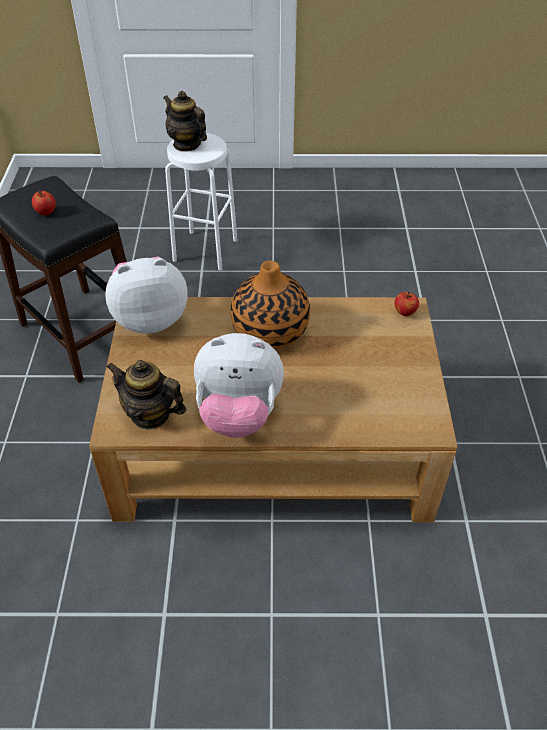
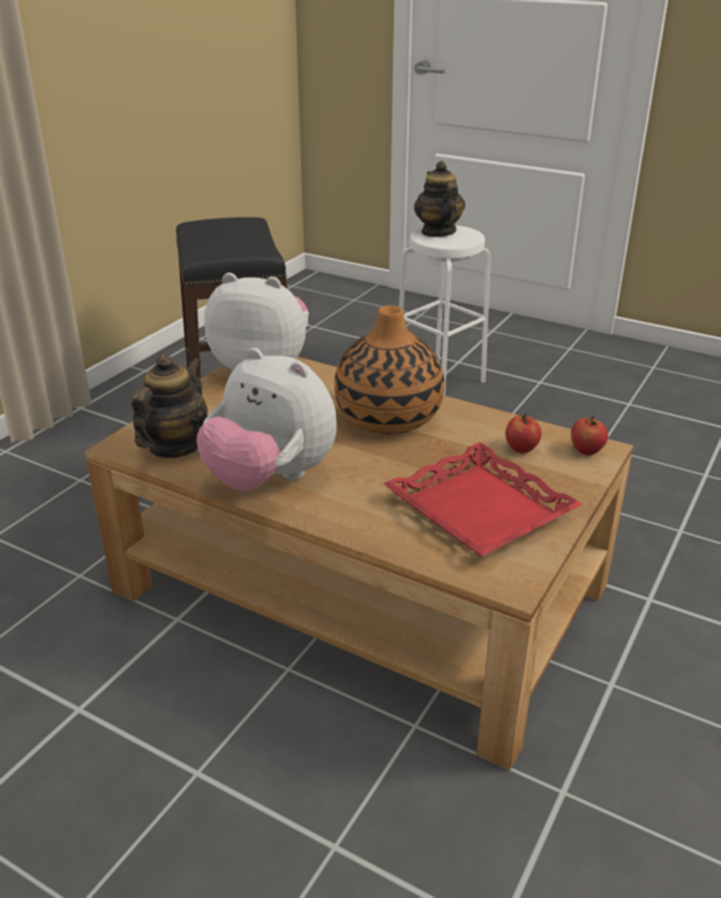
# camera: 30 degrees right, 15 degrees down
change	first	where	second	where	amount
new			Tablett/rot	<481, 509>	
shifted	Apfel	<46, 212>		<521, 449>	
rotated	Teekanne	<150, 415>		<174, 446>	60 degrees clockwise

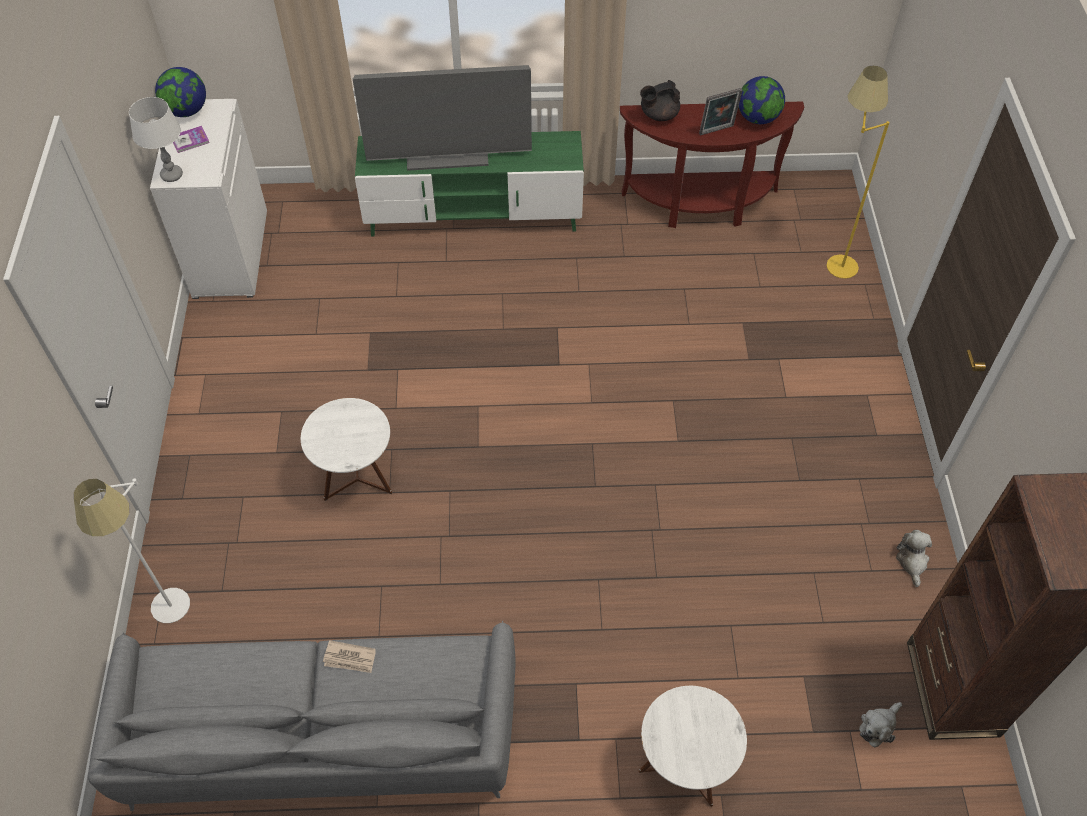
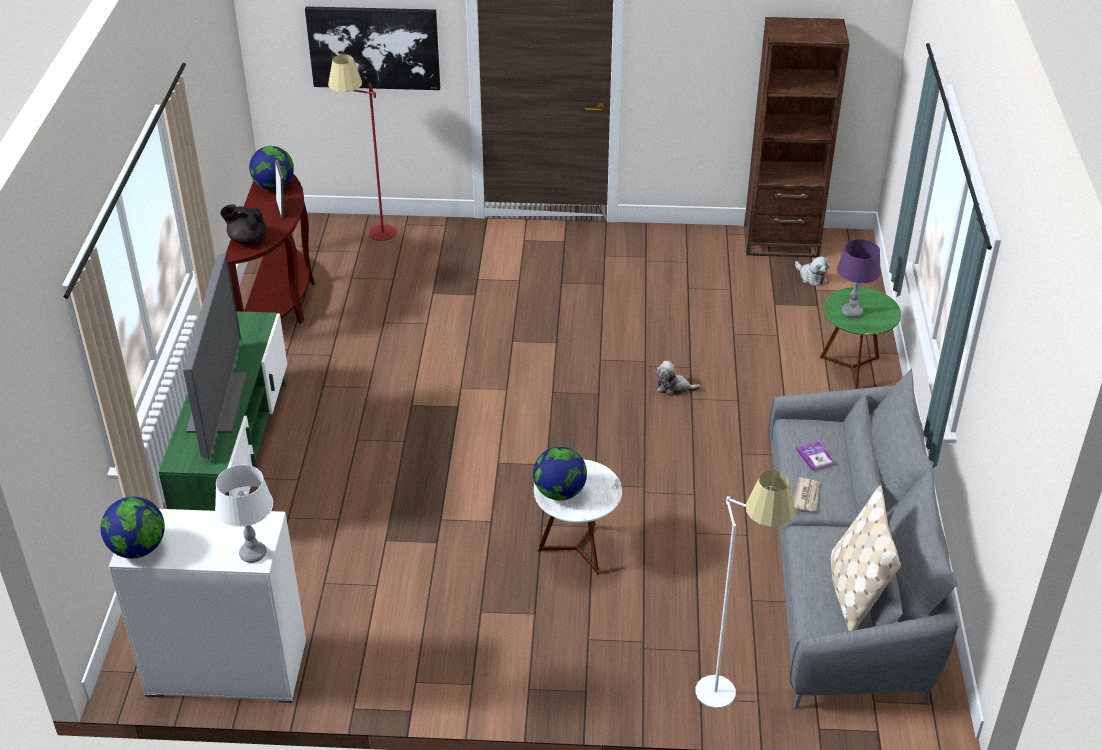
# camera: 85 degrees left, 15 degrees down
change	first	where	second	where	amount
new			Bild	<374, 47>	
new			Globus	<560, 492>	
new			Kissen/beige	<855, 592>	
new			Tischlampe/lila	<851, 312>	
shifted	Buch	<190, 140>		<815, 457>	
shifted	Plüschtier	<912, 561>		<674, 388>	
repainted	Beistelltisch/weiß	<683, 769>	Beistelltisch/grün	<852, 368>	
repainted	Stehlampe/gelb	<831, 258>	Stehlampe/rot	<371, 237>	
rotated	Teekanne/schwarz	<658, 115>		<247, 239>	120 degrees clockwise

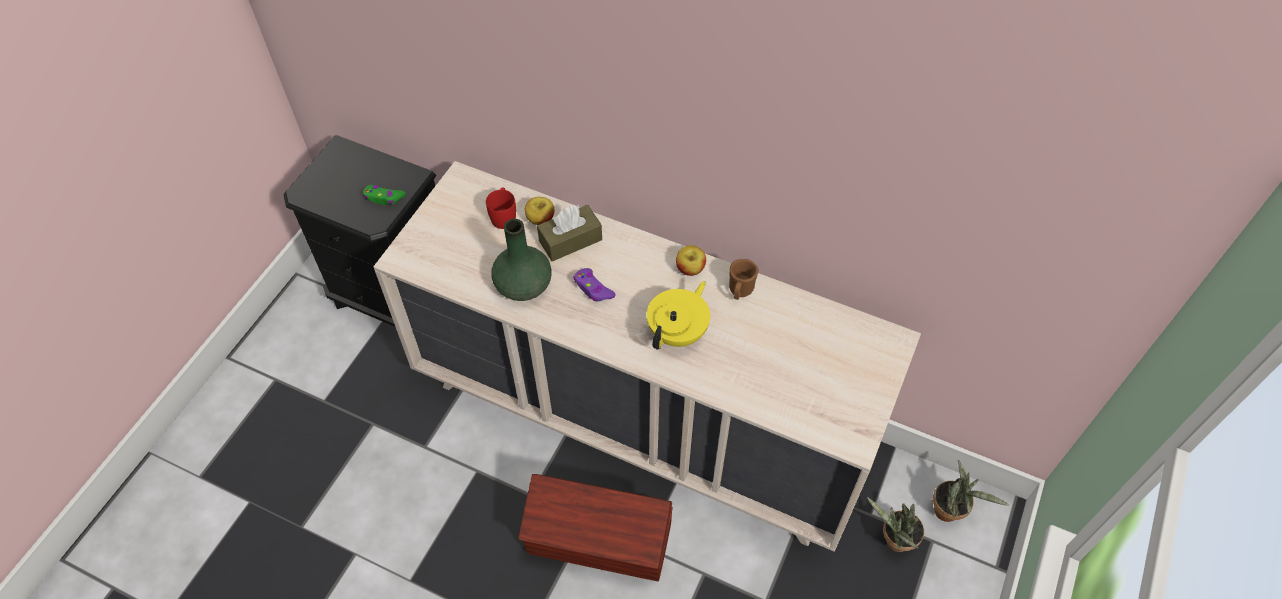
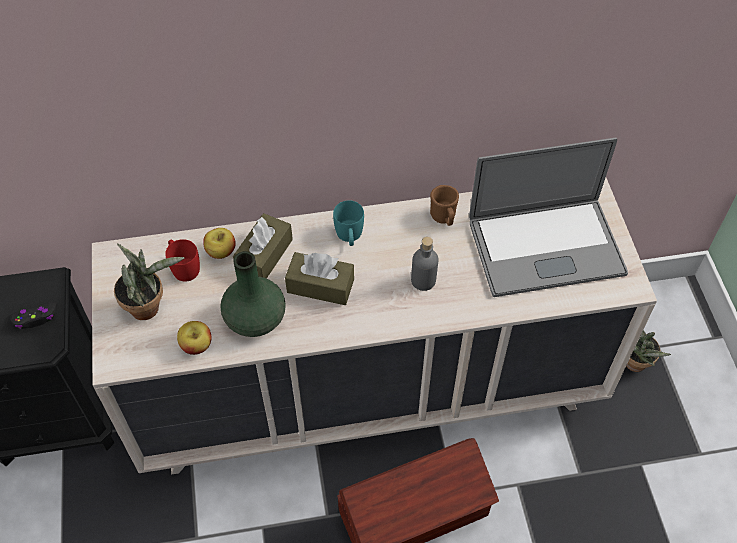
# camera: 35 degrees left, 0 degrees up
change	first	where	second	where	amount
new			Henkelbecher/türkis	<349, 237>	
new			Laptop	<545, 247>	
shifted	Apfel	<690, 269>		<196, 345>	
shifted	Topfpflanze	<950, 511>		<149, 306>	
swapped	Gamepad/lila	<593, 289>	Taschentuchbox/braun	<320, 286>	
swapped	Teekanne/gelb	<678, 332>	Flasche/grau	<423, 280>	
repainted	Gamepad/grün	<384, 198>	Gamepad/schwarz	<36, 318>	

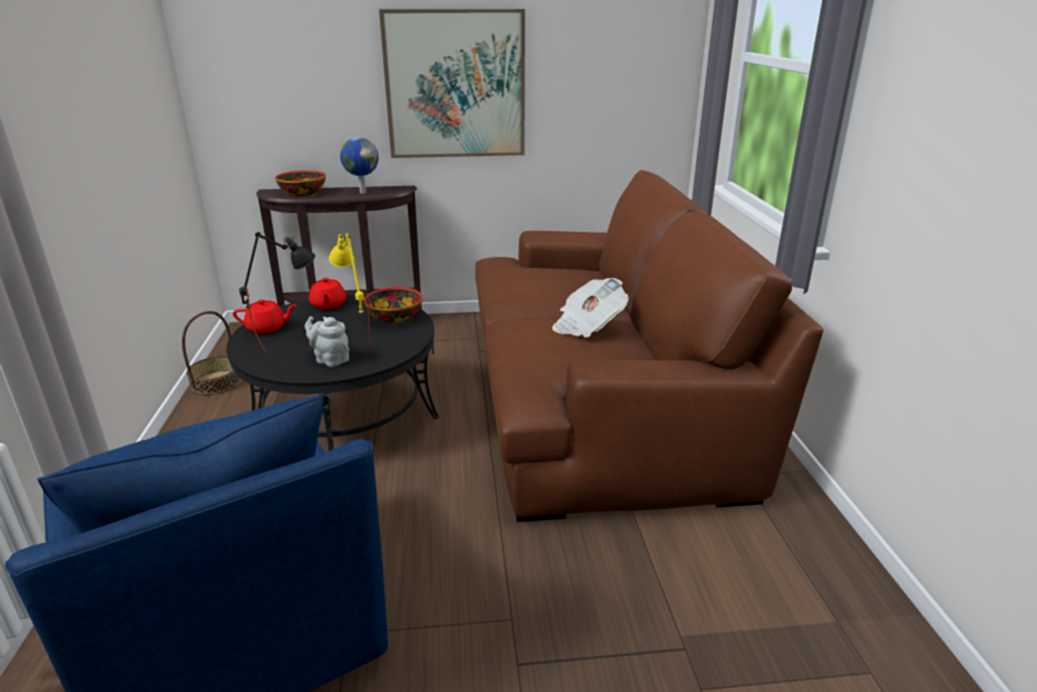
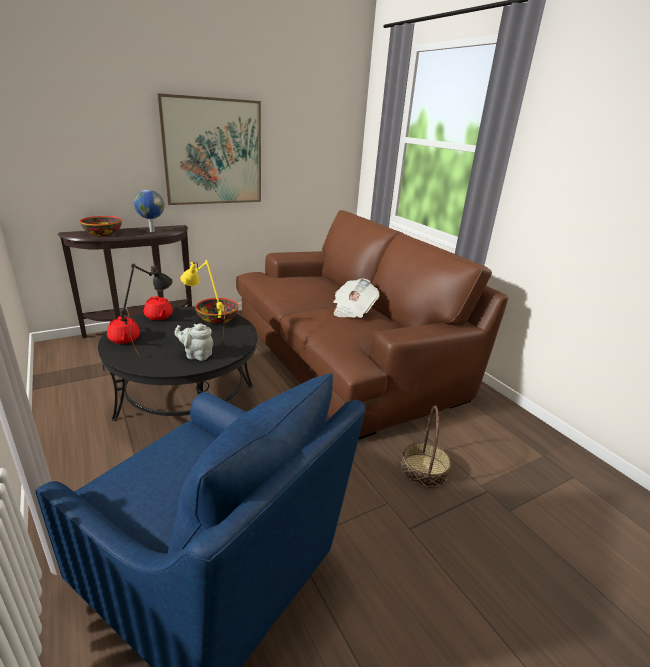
# camera: 25 degrees left, 0 degrees up
change	first	where	second	where	amount
shifted	Korb	<216, 382>		<424, 470>	
rotated	Teekanne/rot	<267, 328>		<124, 339>	90 degrees clockwise

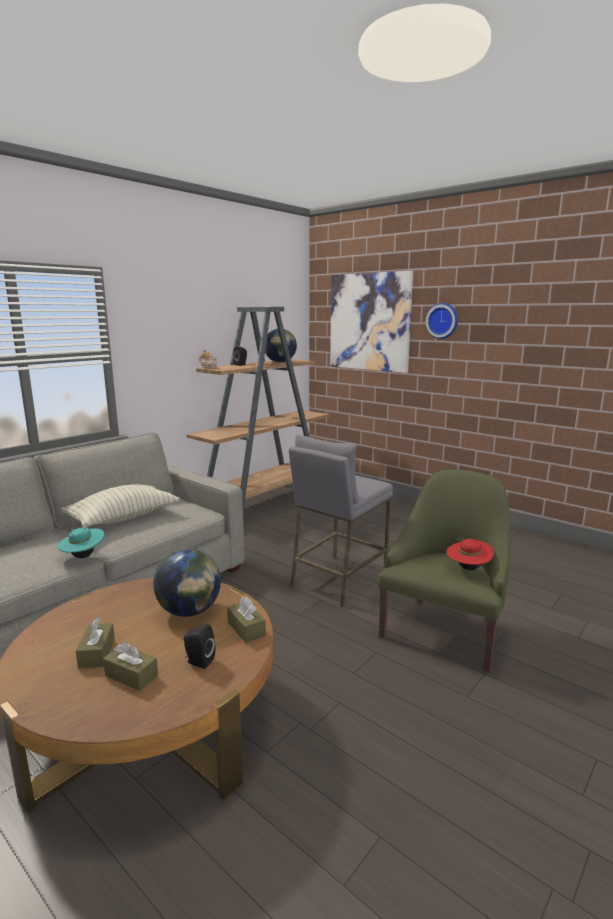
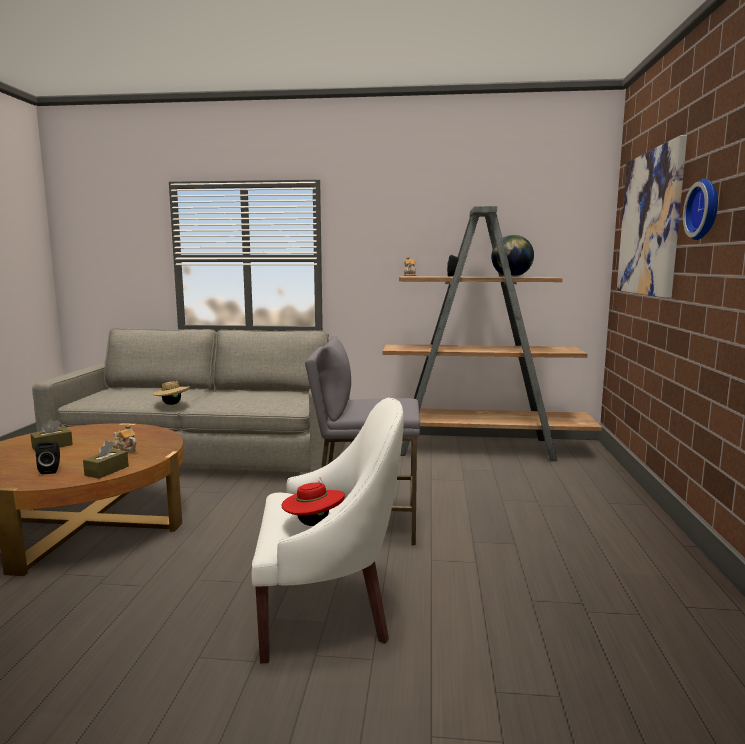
# camera: 55 degrees right, 5 degrees down
change	first	where	second	where	amount
gone	Kissen	<123, 518>			
gone	Taschentuchbox/braun	<131, 676>			
swapped	Globus	<189, 611>	Teekanne	<124, 450>	
repainted	Hut/türkis	<83, 556>	Hut/beige	<172, 404>	
repainted	Sessel/grün	<444, 630>	Sessel/weiß	<328, 610>	

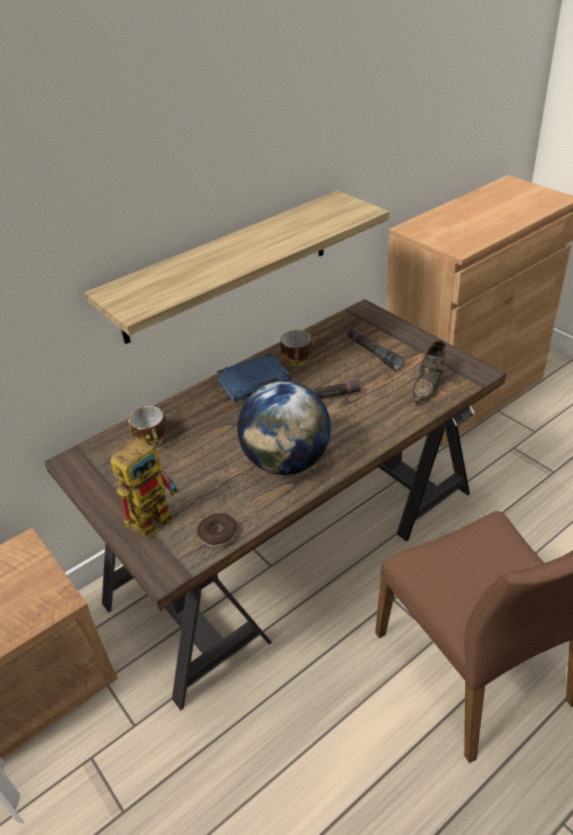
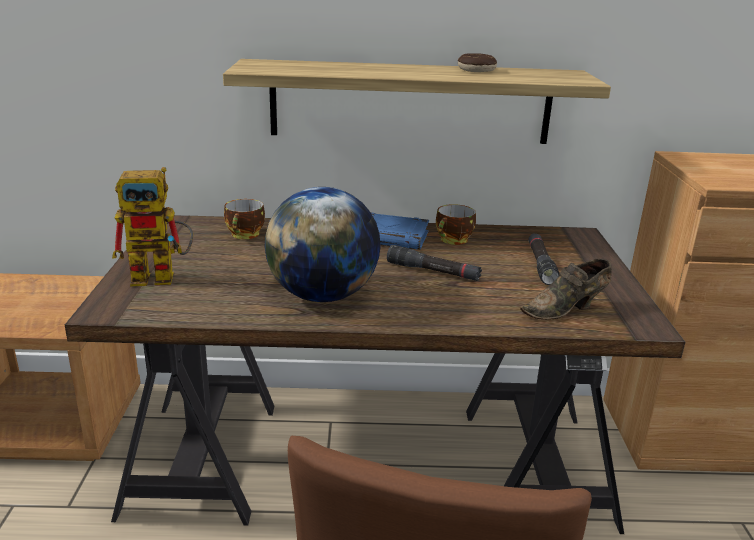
# camera: 35 degrees right, 15 degrees down
change	first	where	second	where	amount
shifted	Donut	<218, 534>		<476, 70>	

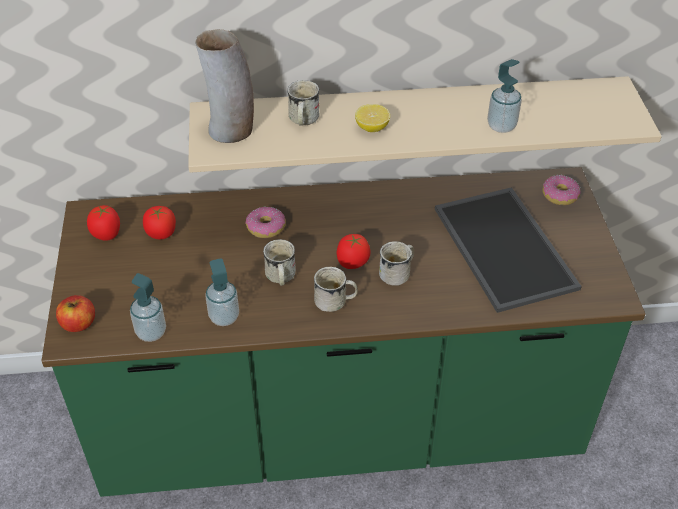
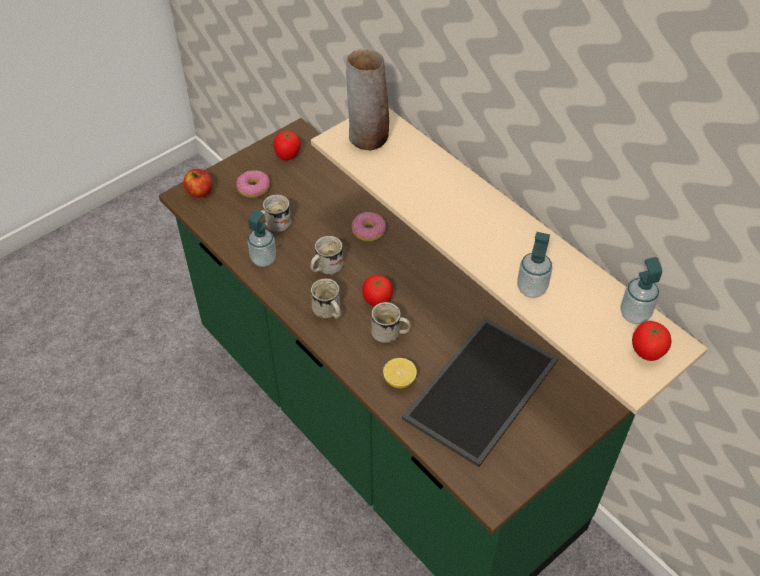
# camera: 55 degrees right, 5 degrees up
change	first	where	second	where	amount
shifted	Seifenspender	<151, 332>		<634, 314>	
shifted	Tomate	<161, 234>		<646, 351>	
shifted	Henkelbecher/weiß	<302, 120>		<274, 225>	
shifted	Zitrone	<372, 128>		<399, 380>	
shifted	Donut	<560, 195>		<253, 188>	

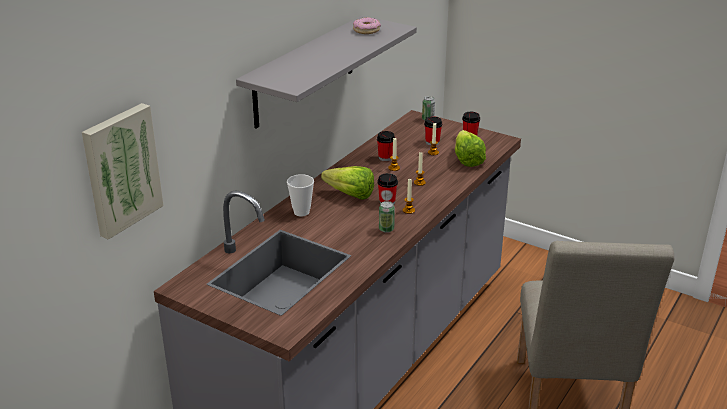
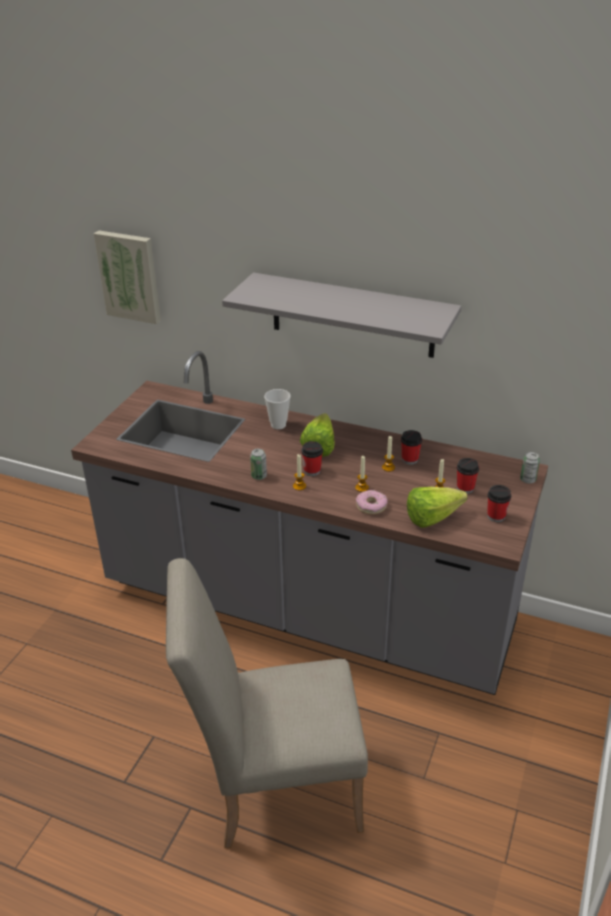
# camera: 80 degrees right, 5 degrees up
change	first	where	second	where	amount
shifted	Donut	<366, 30>		<371, 506>	

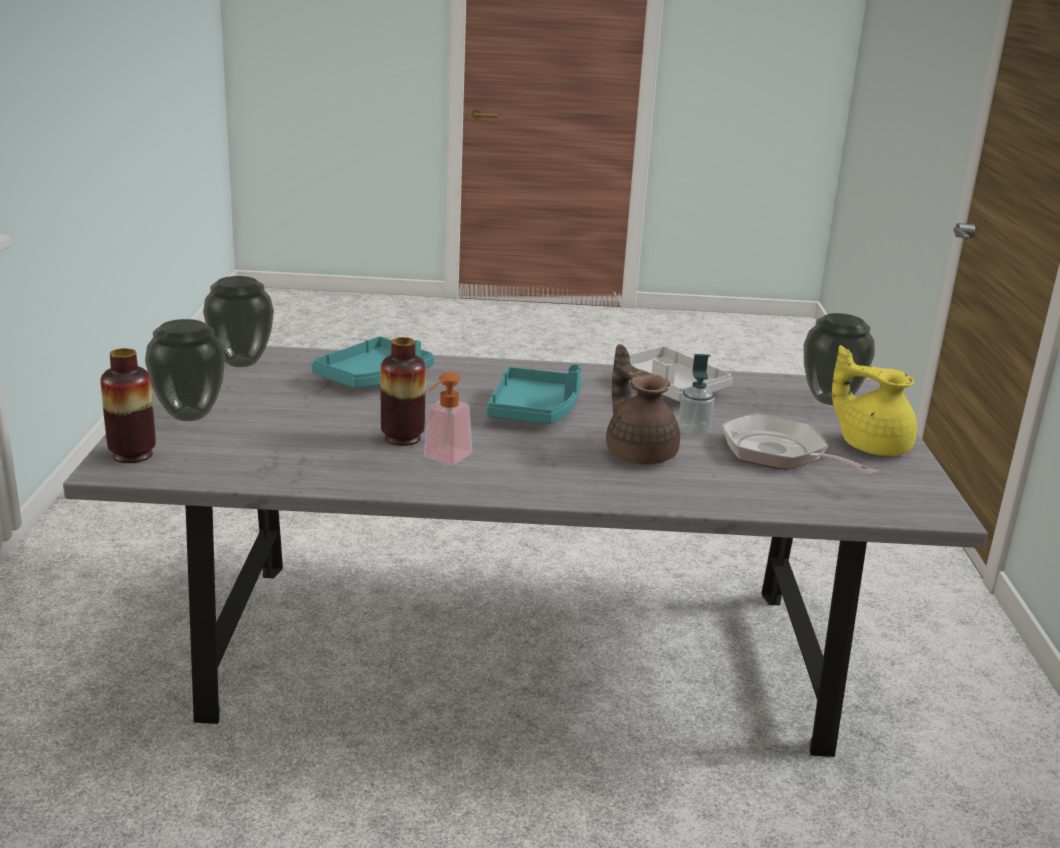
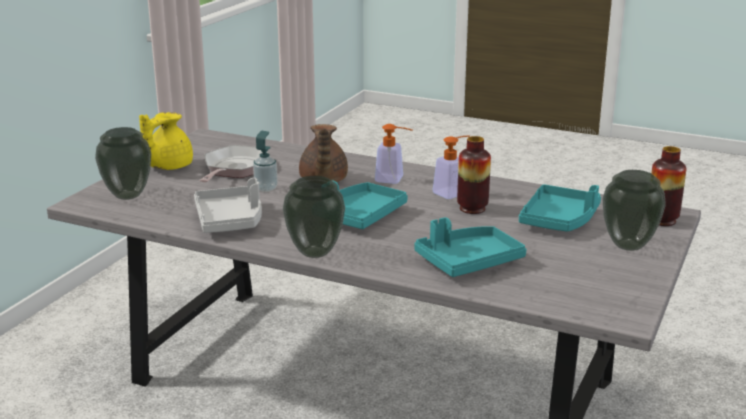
# camera: 155 degrees left, 0 degrees up
change	first	where	second	where	amount
new			Seifenspender	<394, 180>	
new			Tablett/türkis	<559, 220>	
shifted	Vase	<242, 362>		<314, 253>	
rotated	Pfanne	<779, 453>		<234, 169>	150 degrees counterclockwise
rotated	Teekanne/gelb	<871, 445>		<167, 166>	60 degrees clockwise

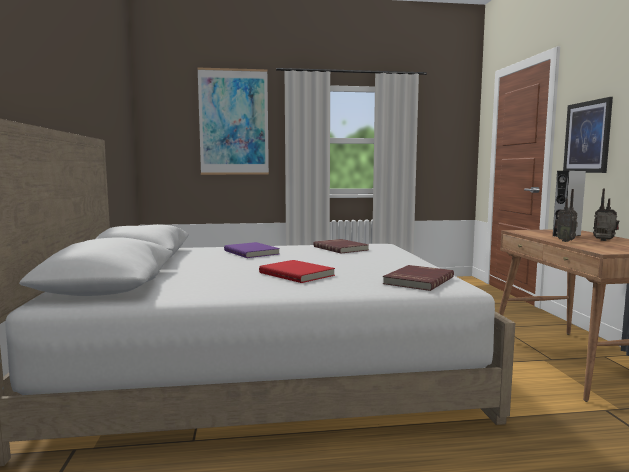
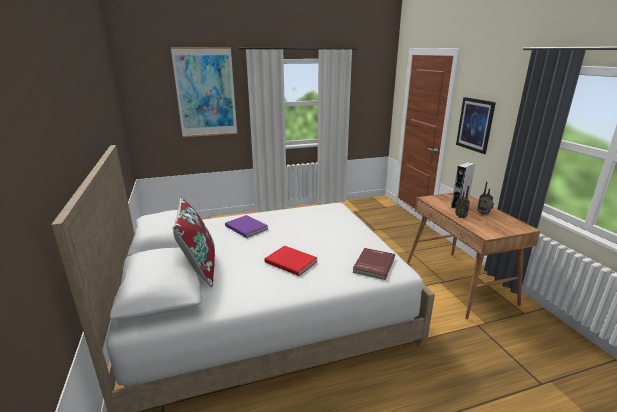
# camera: 10 degrees left, 15 degrees up
change	first	where	second	where	amount
gone	Buch/rot	<341, 248>			
new			Kissen/rot	<199, 268>	

